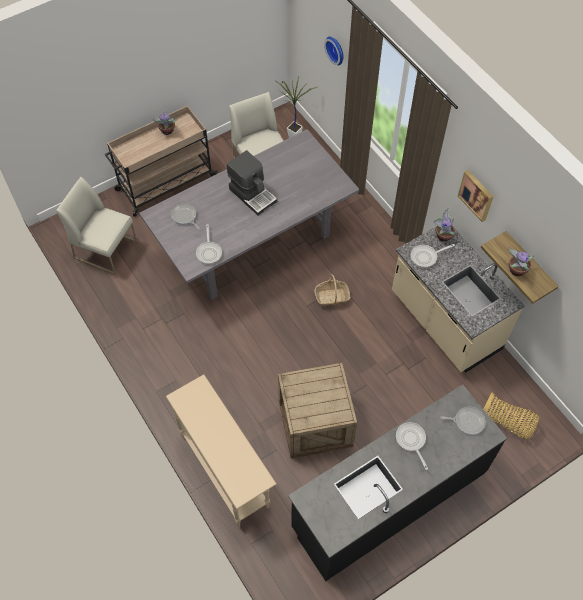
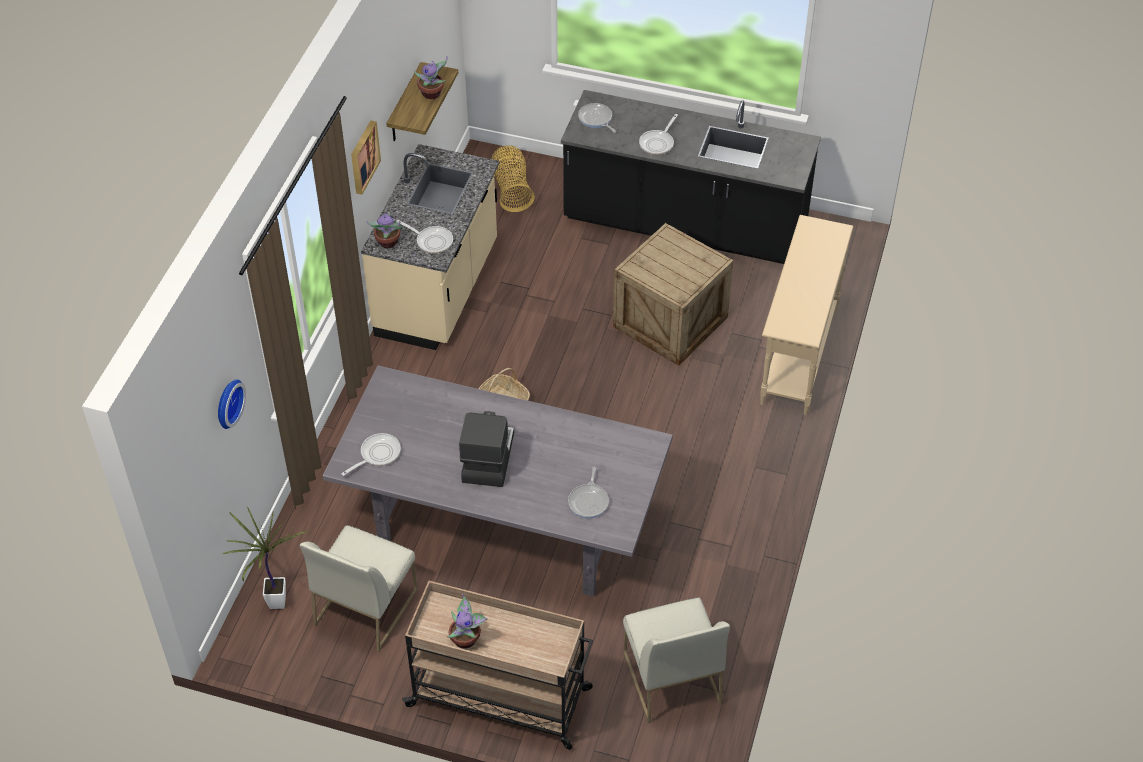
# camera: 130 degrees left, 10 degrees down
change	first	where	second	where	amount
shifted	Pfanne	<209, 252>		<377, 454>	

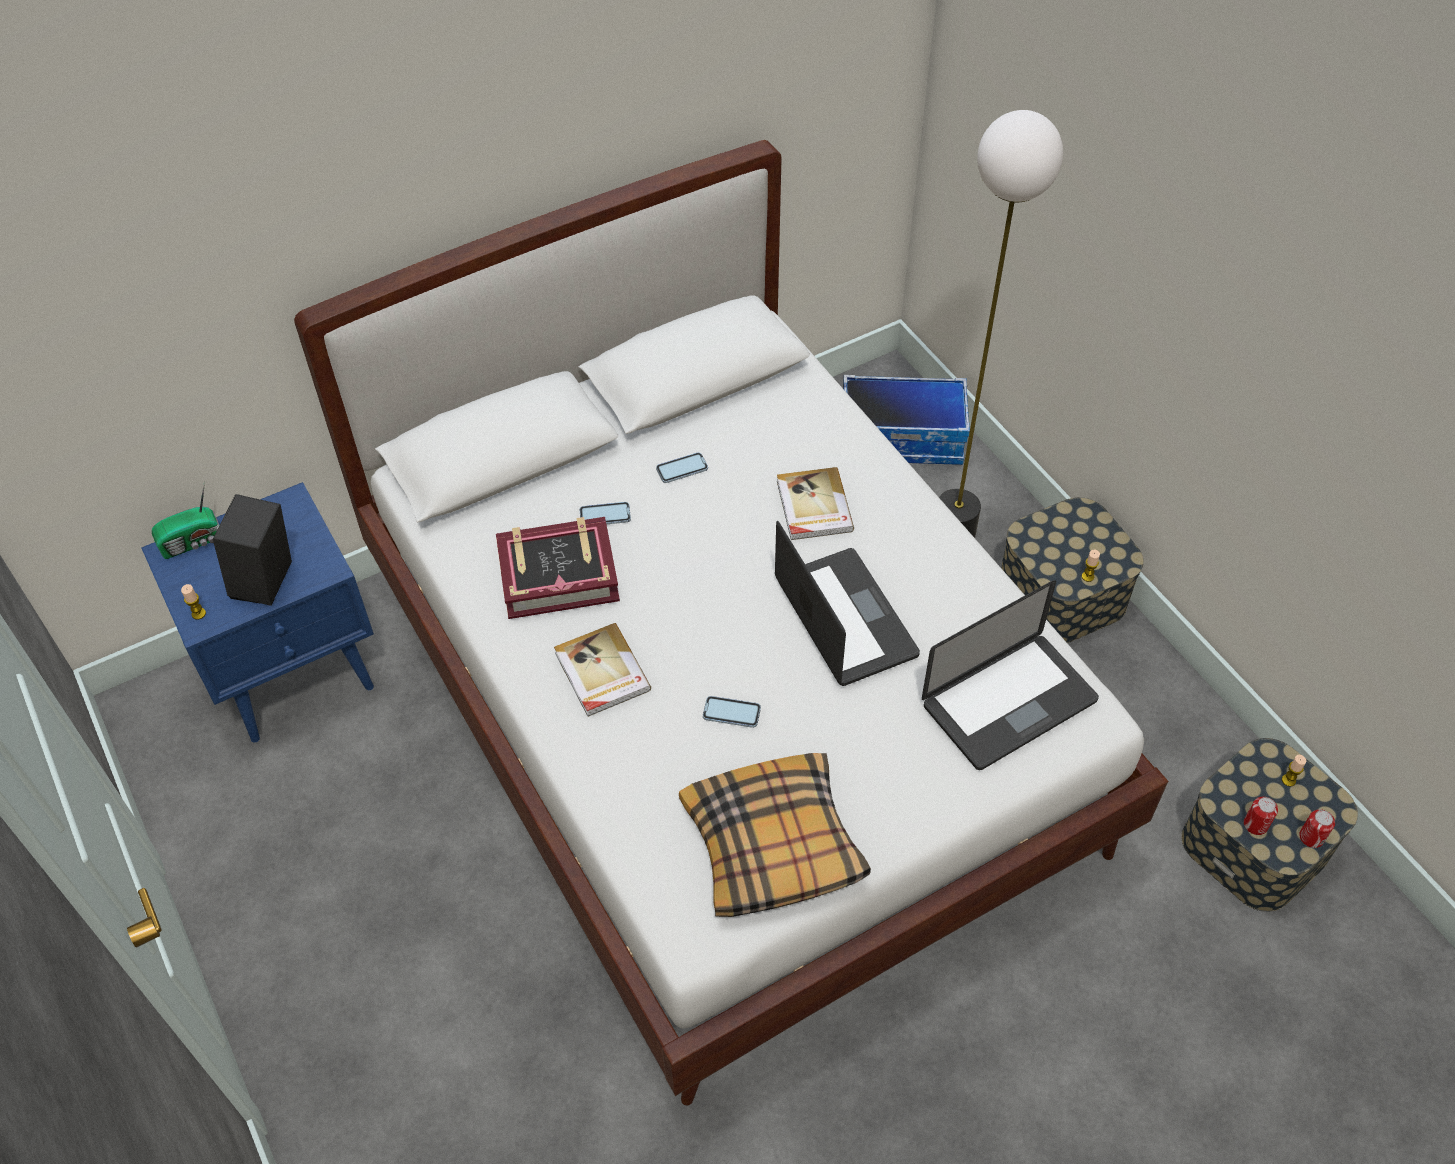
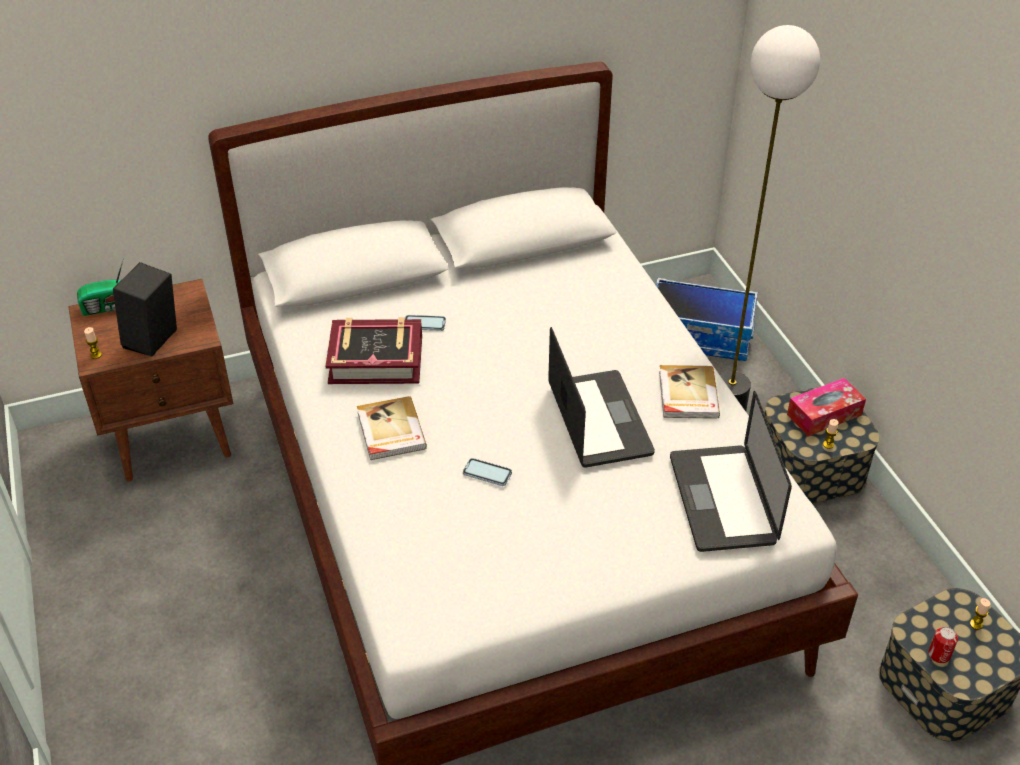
# camera: 10 degrees right, 10 degrees down
change	first	where	second	where	amount
gone	Handy	<682, 469>			
gone	Kissen	<772, 846>			
gone	Dose	<1311, 837>			
new			Taschentuchbox	<824, 415>	
shifted	Buch	<813, 507>		<687, 394>	
repainted	Nachttisch/blau	<296, 672>	Nachttisch/braun	<174, 436>	
rotated	Laptop	<1009, 703>		<722, 499>	105 degrees clockwise

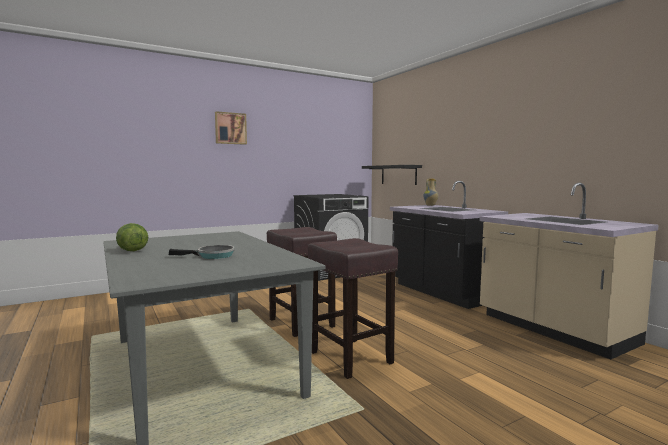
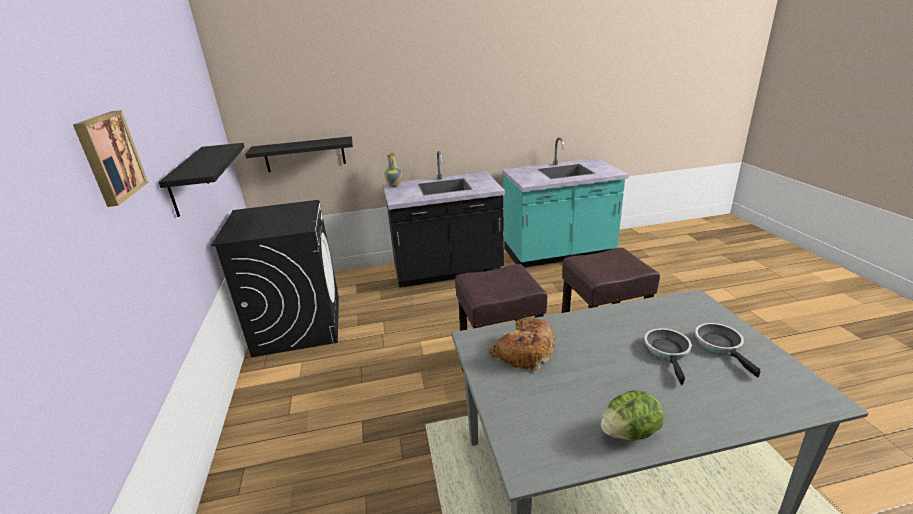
# camera: 70 degrees left, 20 degrees up
change	first	where	second	where	amount
new			Wandregal/schwarz	<188, 180>	
new			Brot	<522, 351>	
new			Pfanne	<720, 346>	
repainted	Küchenzeile/beige	<553, 329>	Küchenzeile/türkis	<559, 253>	

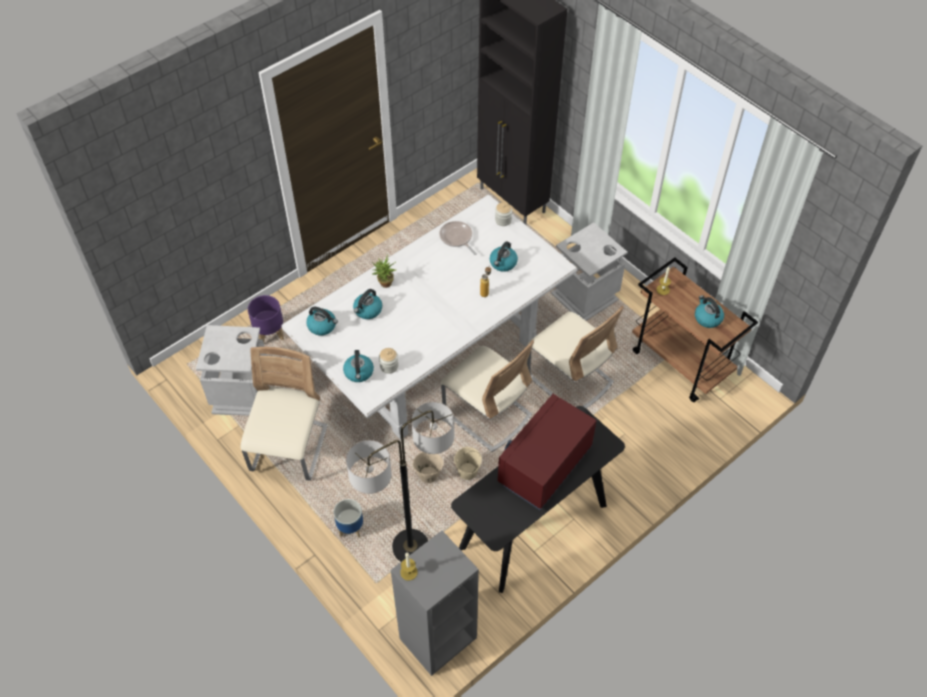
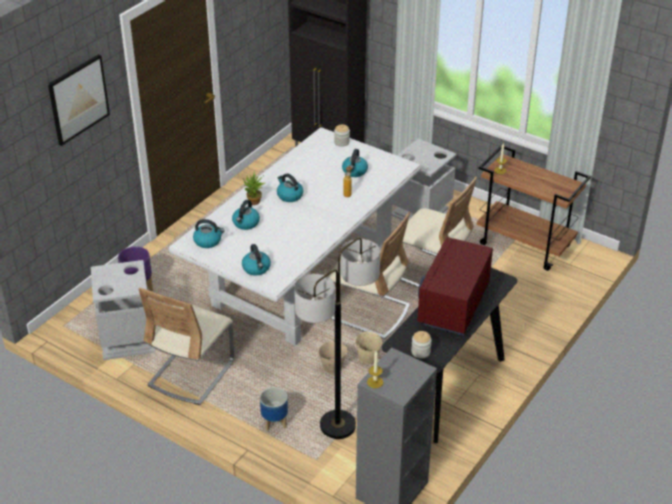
# camera: 15 degrees left, 15 degrees down
change	first	where	second	where	amount
gone	Pfanne	<457, 238>			
new			Bild	<78, 99>	
shifted	Vorratsglas	<389, 366>		<420, 352>	
shifted	Wasserkessel	<707, 318>		<289, 196>	
rotated	Stuhl/beige	<289, 450>		<191, 373>	150 degrees counterclockwise

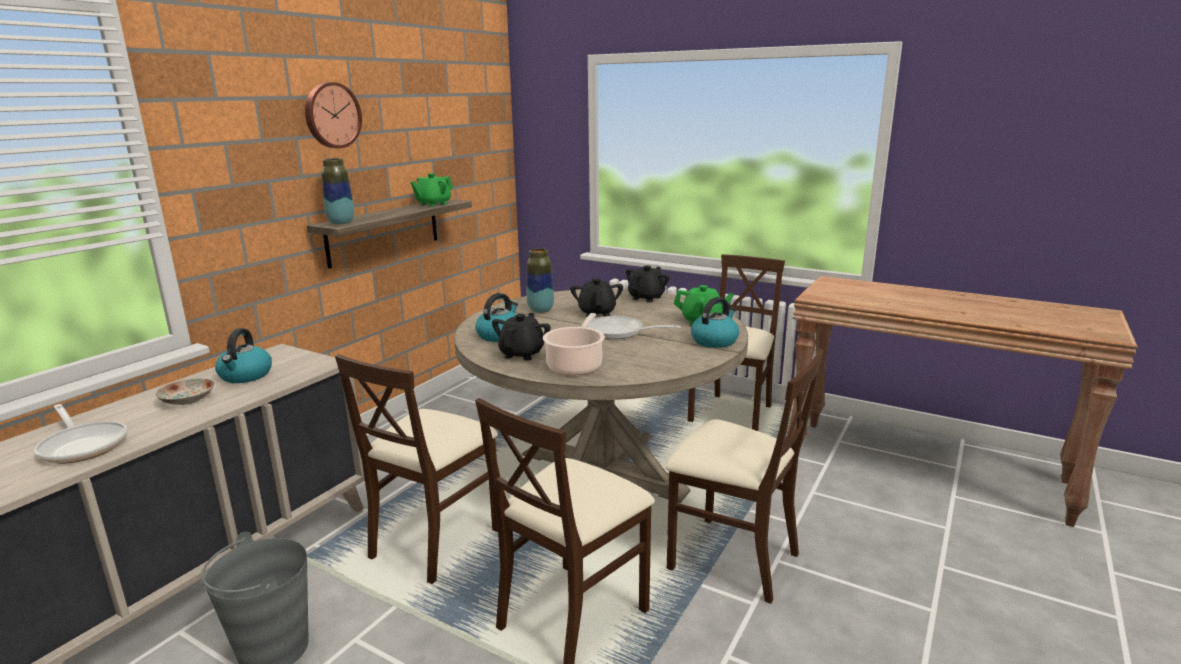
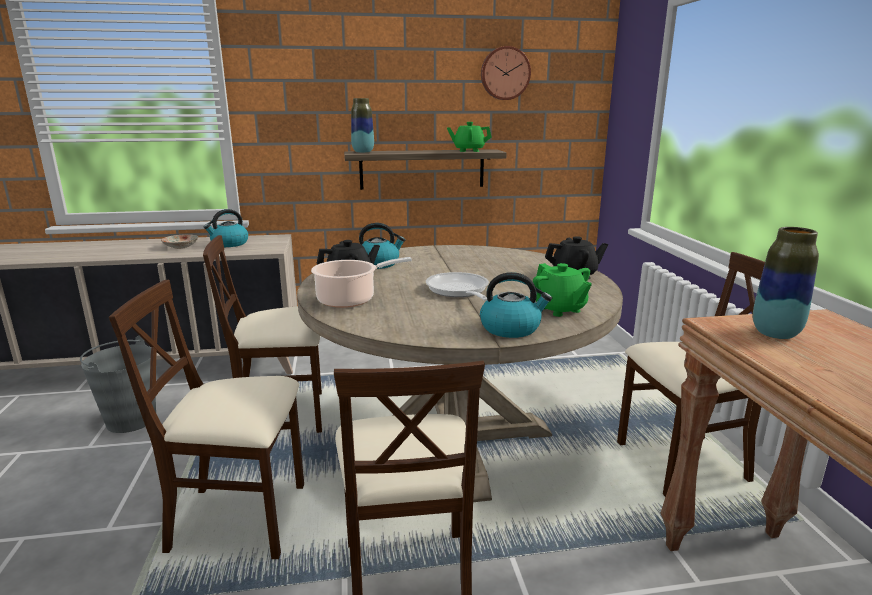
# camera: 50 degrees right, 0 degrees up
change	first	where	second	where	amount
gone	Pfanne	<83, 445>			
gone	Teekanne/schwarz	<597, 313>			
shifted	Wanduhr	<331, 115>		<505, 73>	
shifted	Vase	<540, 310>		<775, 334>	

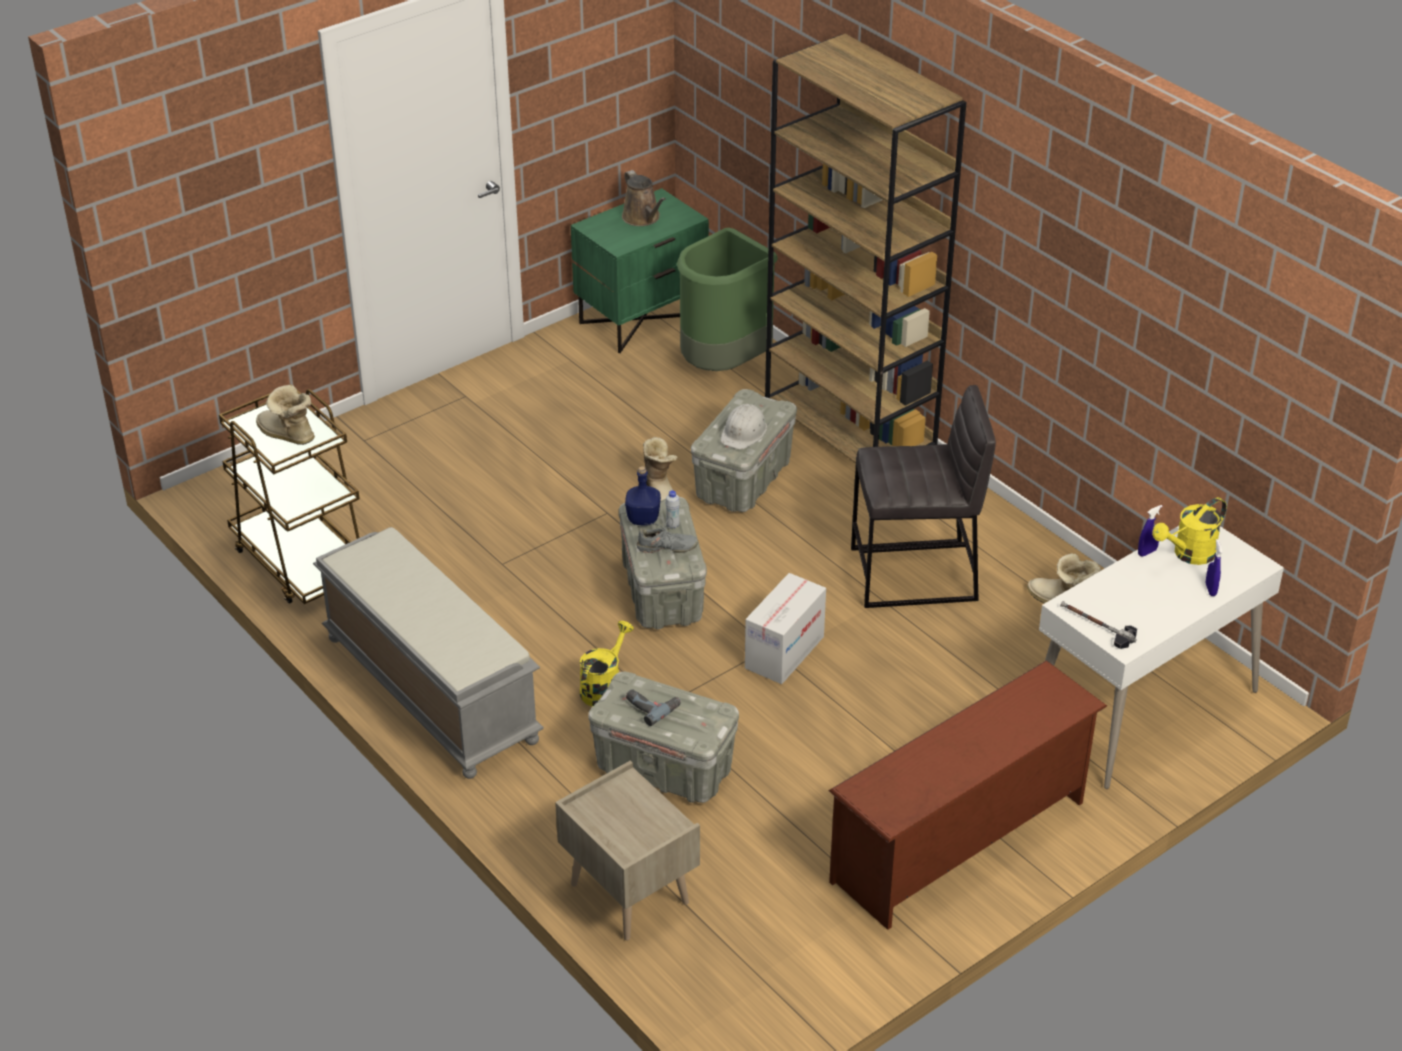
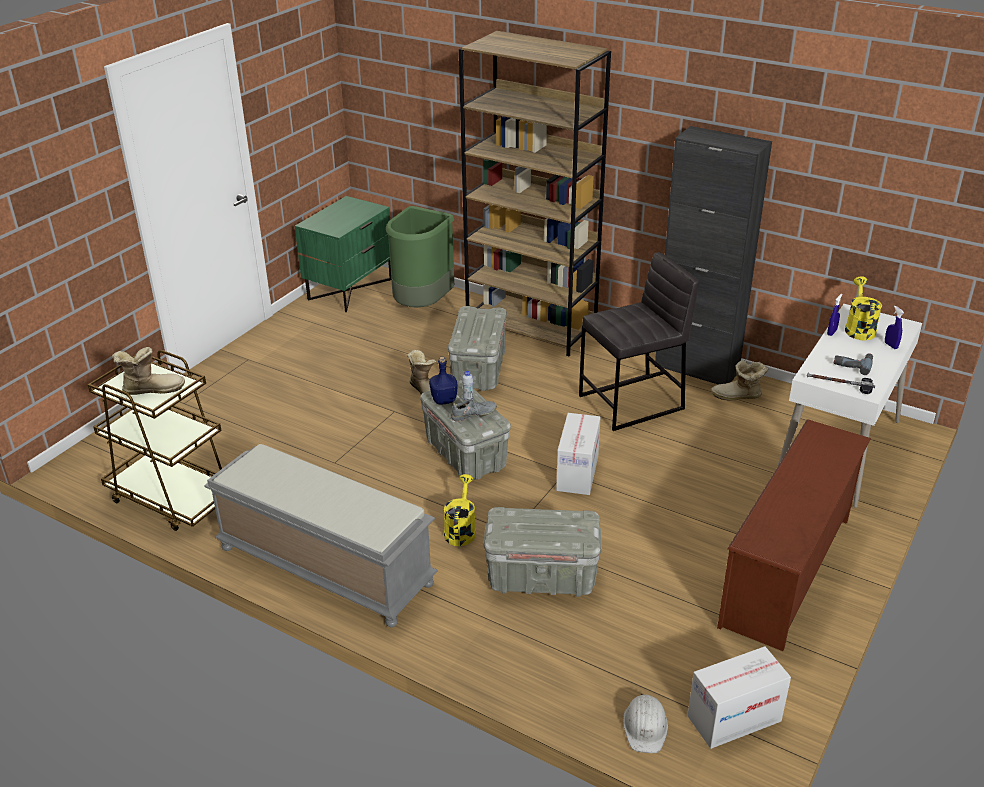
# camera: 20 degrees left, 5 degrees down
change	first	where	second	where	amount
gone	Nachttisch/beige	<628, 893>			
gone	Gießkanne/braun	<643, 218>			
new			Schrank/schwarz	<696, 369>	
new			Karton	<734, 718>	
shifted	Bohrmaschine	<652, 706>		<853, 364>	
shifted	Schutzhelm/weiß	<744, 432>		<645, 727>	
rotated	Stiefel	<286, 436>		<152, 389>	150 degrees clockwise
rotated	Gießkanne/gelb	<1188, 555>		<858, 328>	150 degrees clockwise

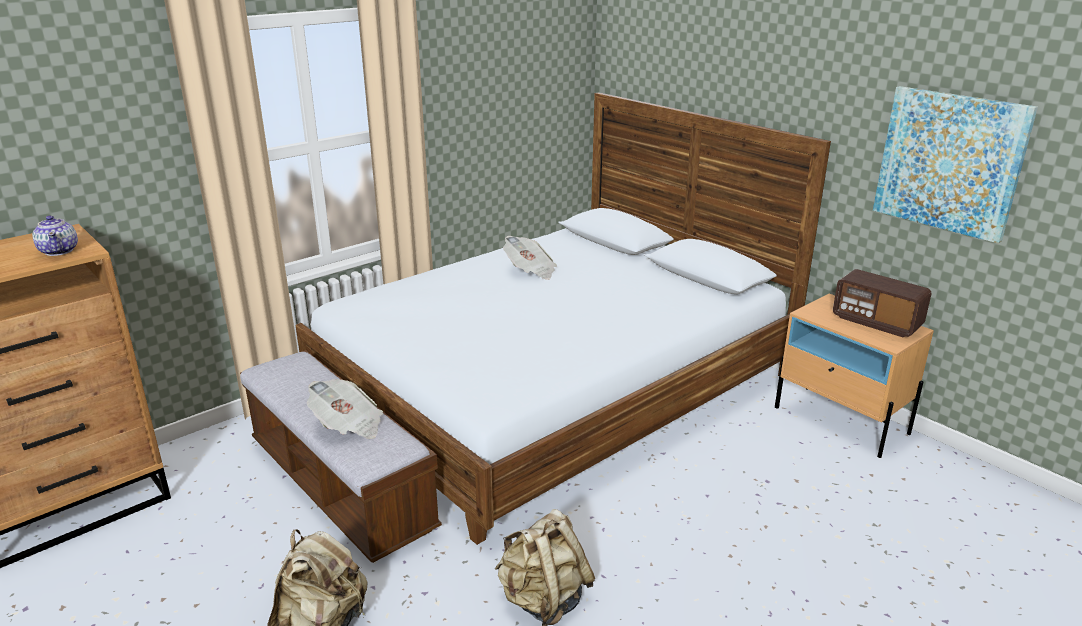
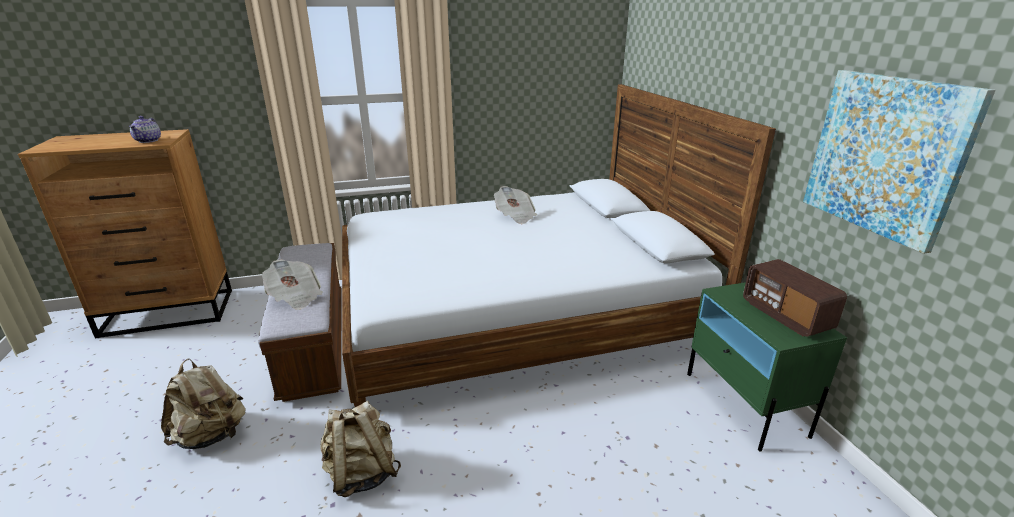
# camera: 25 degrees right, 0 degrees up
change	first	where	second	where	amount
repainted	Nachttisch/beige	<841, 420>	Nachttisch/grün	<745, 404>	

